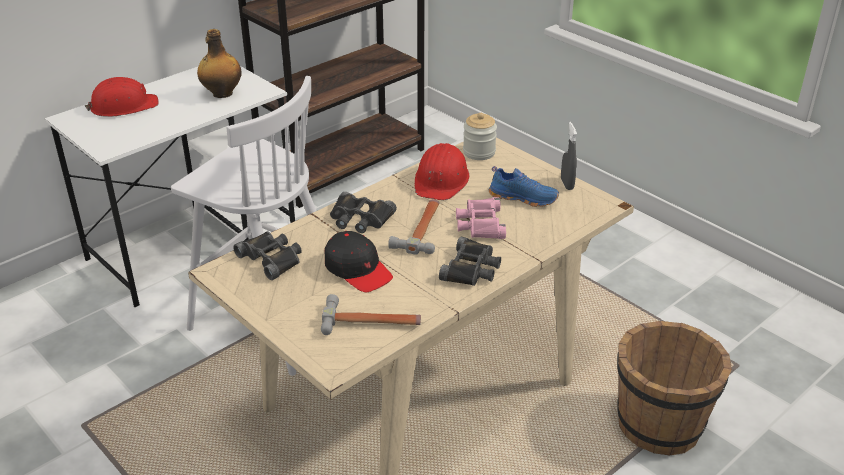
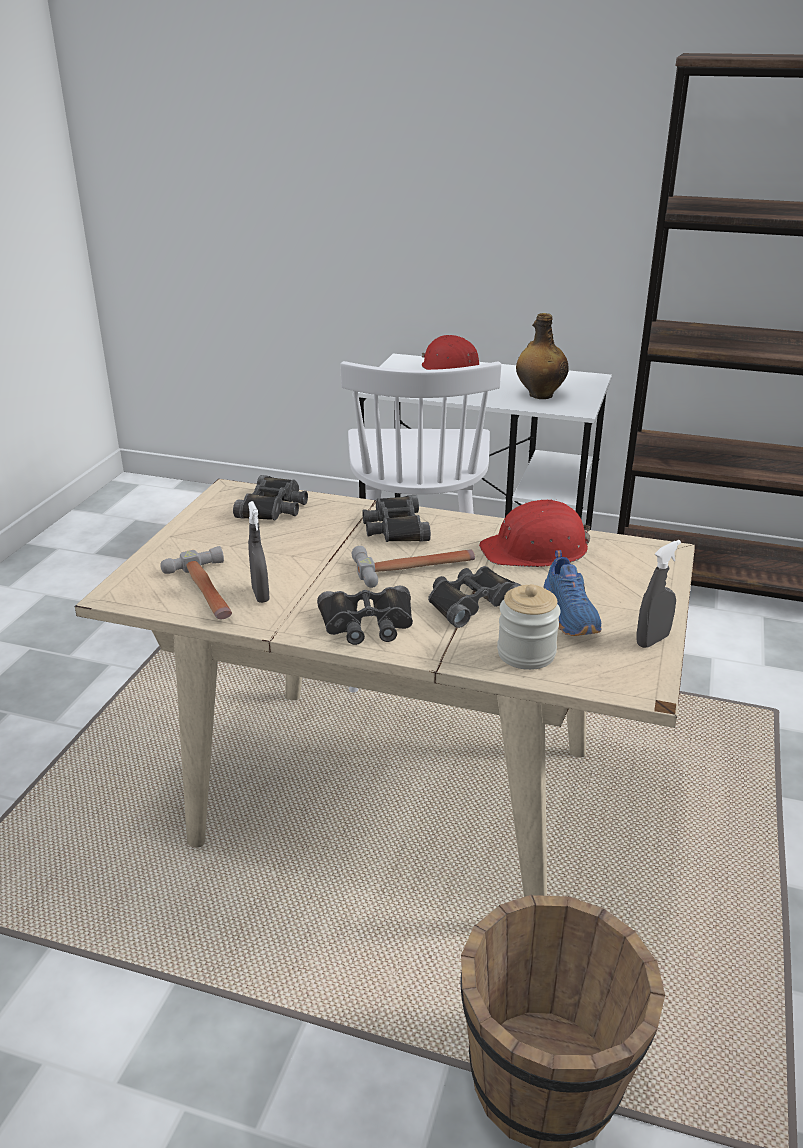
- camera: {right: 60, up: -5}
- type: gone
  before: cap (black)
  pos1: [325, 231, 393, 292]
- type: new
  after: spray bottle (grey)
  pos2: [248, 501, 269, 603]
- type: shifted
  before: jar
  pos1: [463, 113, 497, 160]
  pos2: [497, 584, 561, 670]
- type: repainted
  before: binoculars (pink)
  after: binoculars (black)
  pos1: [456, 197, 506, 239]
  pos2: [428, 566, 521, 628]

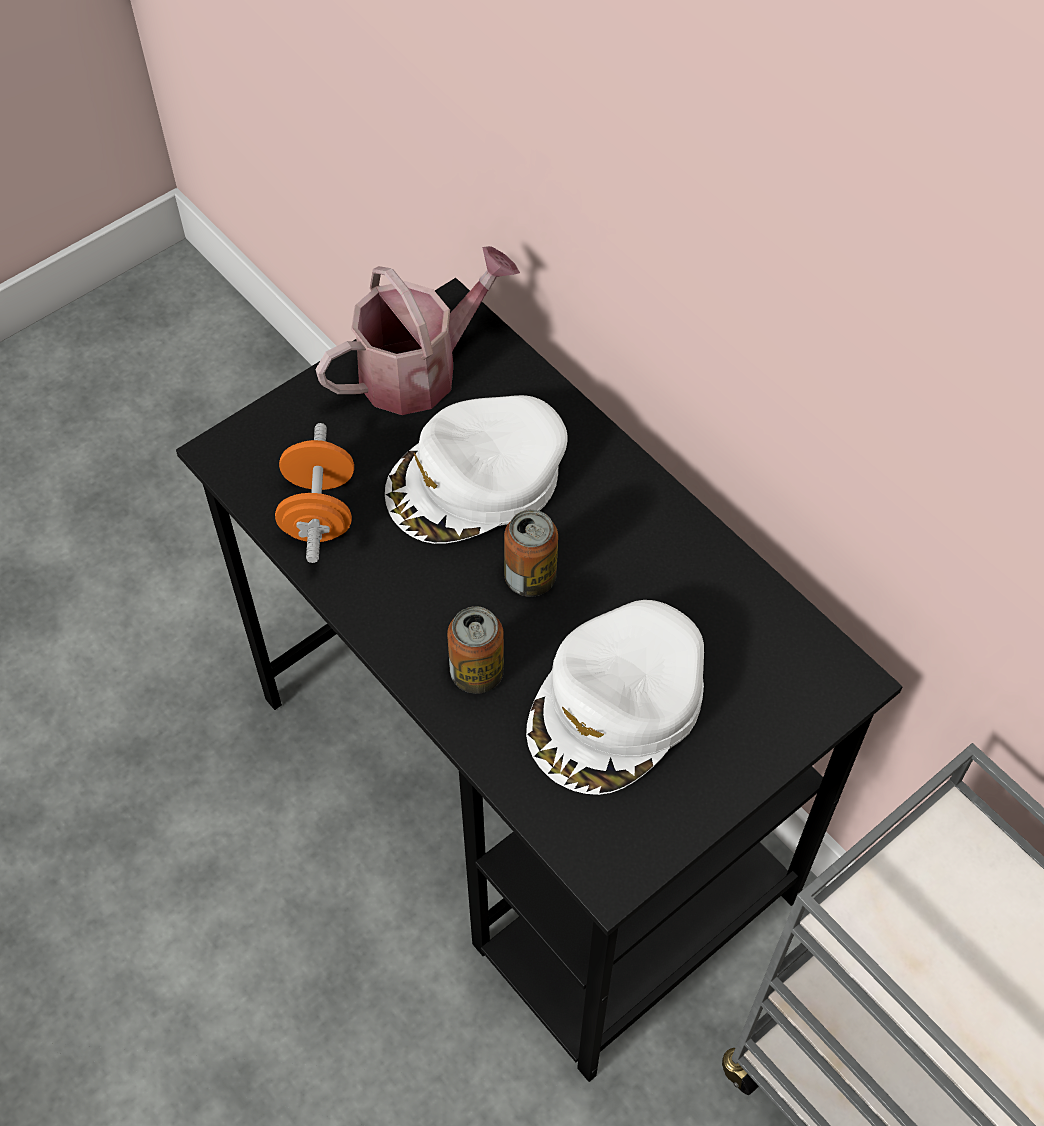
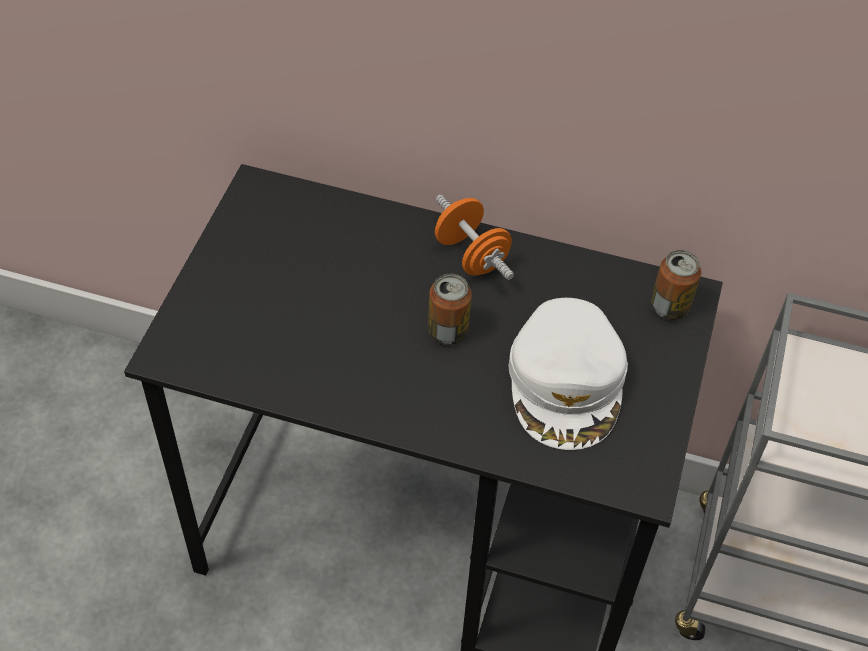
- camera: {right: -35, up: -5}
- type: gone
  before: watering can
  pos1: [315, 246, 520, 415]
- type: gone
  before: cap (white)
  pos1: [385, 395, 567, 544]
- type: shifted
  before: dumbbell (orange)
  pos1: [275, 423, 354, 563]
  pos2: [435, 195, 514, 280]
- type: shifted
  before: can
  pos1: [447, 606, 504, 694]
  pos2: [650, 250, 701, 320]

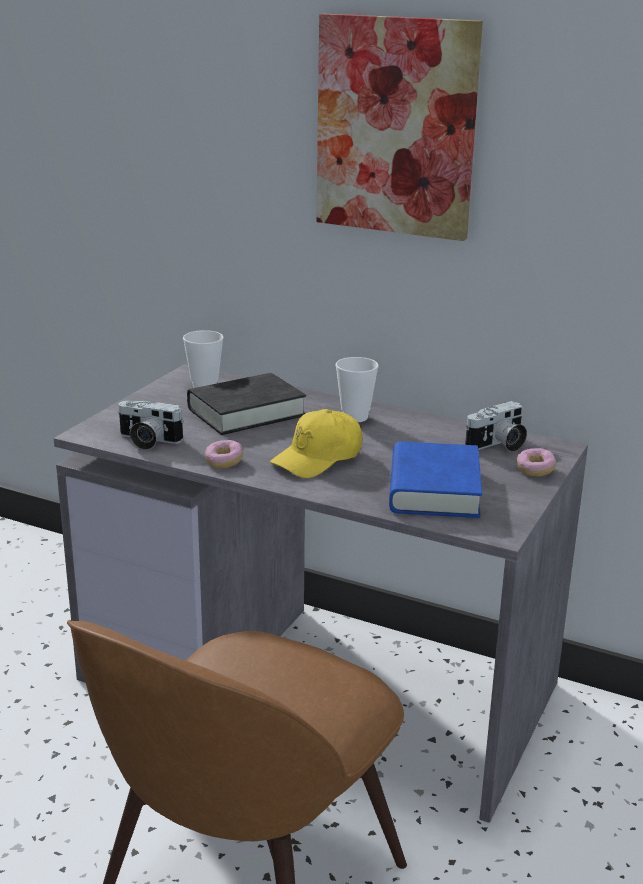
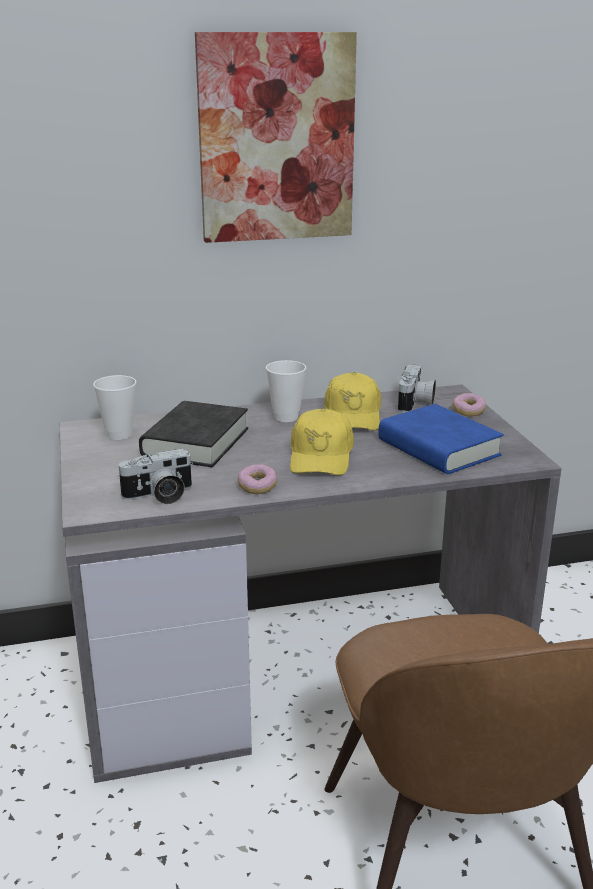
- camera: {right: -40, up: 0}
- type: new
  after: cap (yellow)
  pos2: [324, 372, 381, 430]

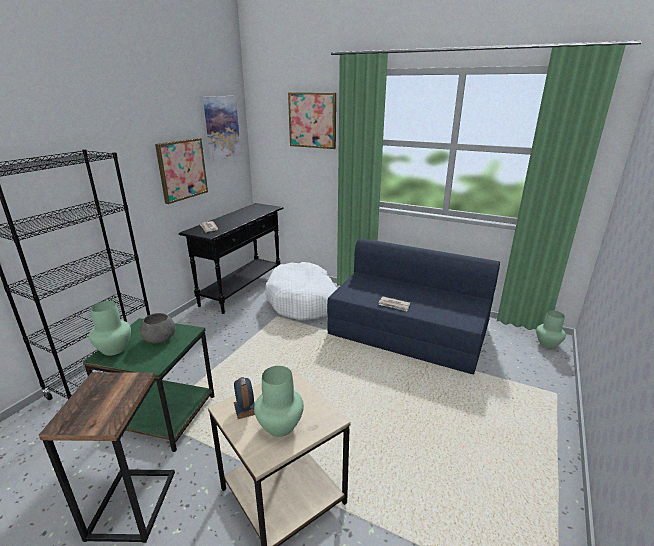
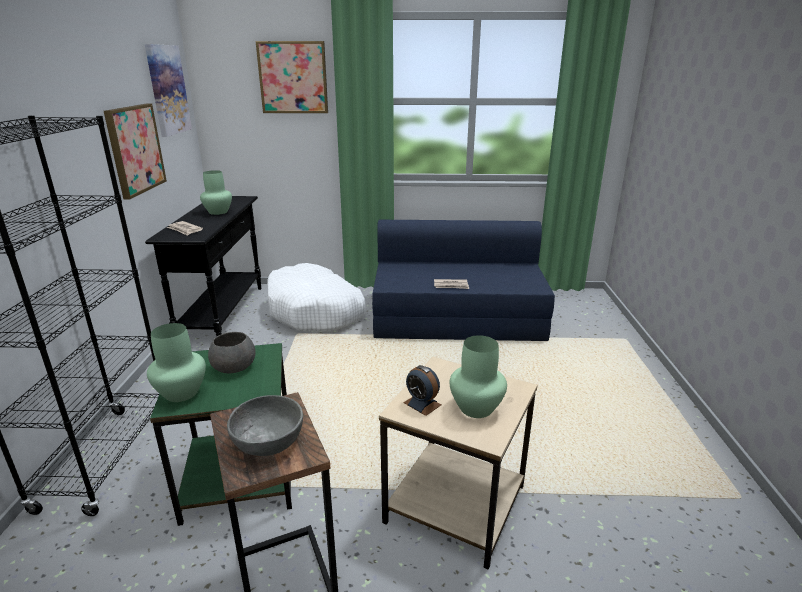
- camera: {right: -25, up: 0}
- type: new
  after: bowl (grey)
  pos2: [227, 395, 303, 456]
- type: shifted
  before: vase (green)
  pos1: [536, 310, 566, 348]
  pos2: [200, 170, 232, 215]

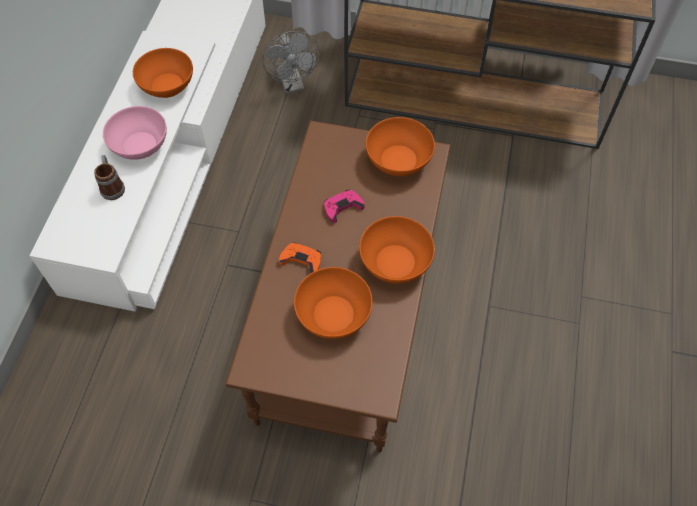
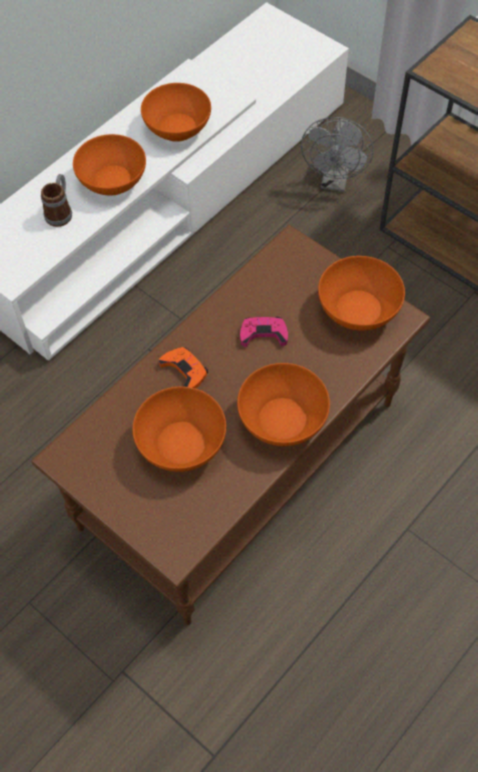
- camera: {right: 30, up: 0}
- type: repainted
  before: bowl (pink)
  after: bowl (orange)
  pos1: [103, 106, 167, 160]
  pos2: [73, 134, 146, 196]

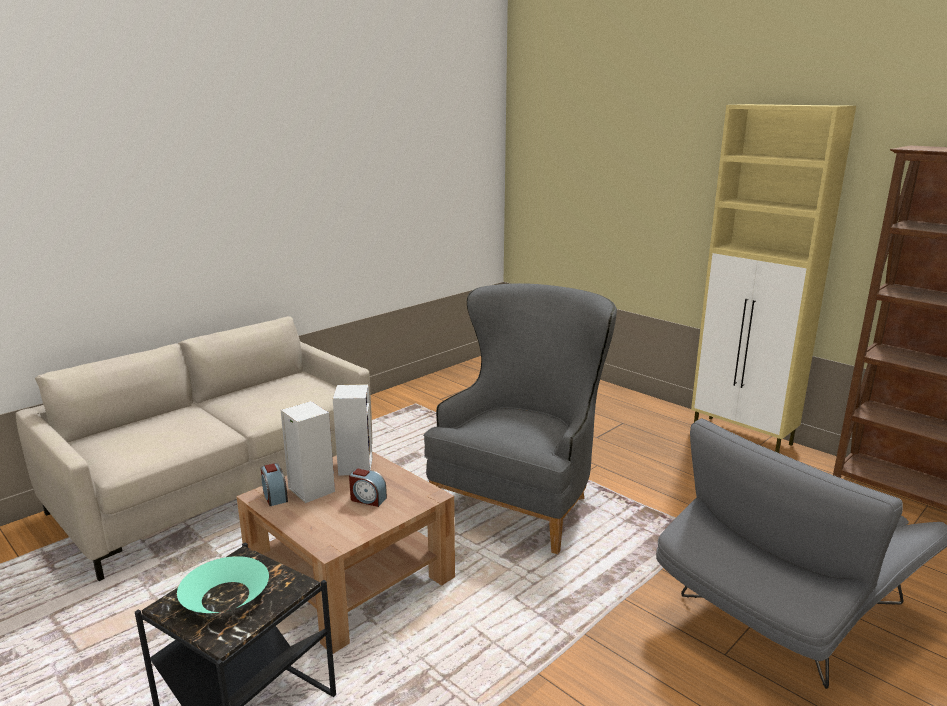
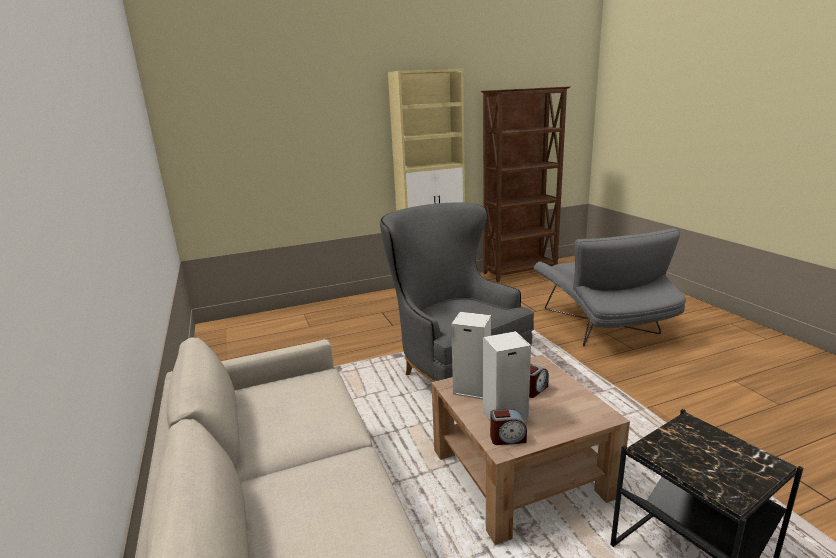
- camera: {right: -65, up: 0}
- type: gone
  before: bowl (turquoise)
  pos1: [177, 556, 269, 613]

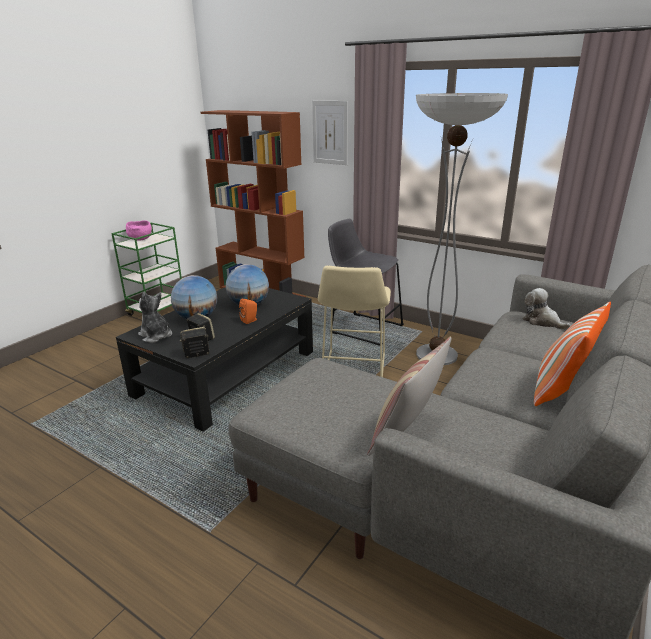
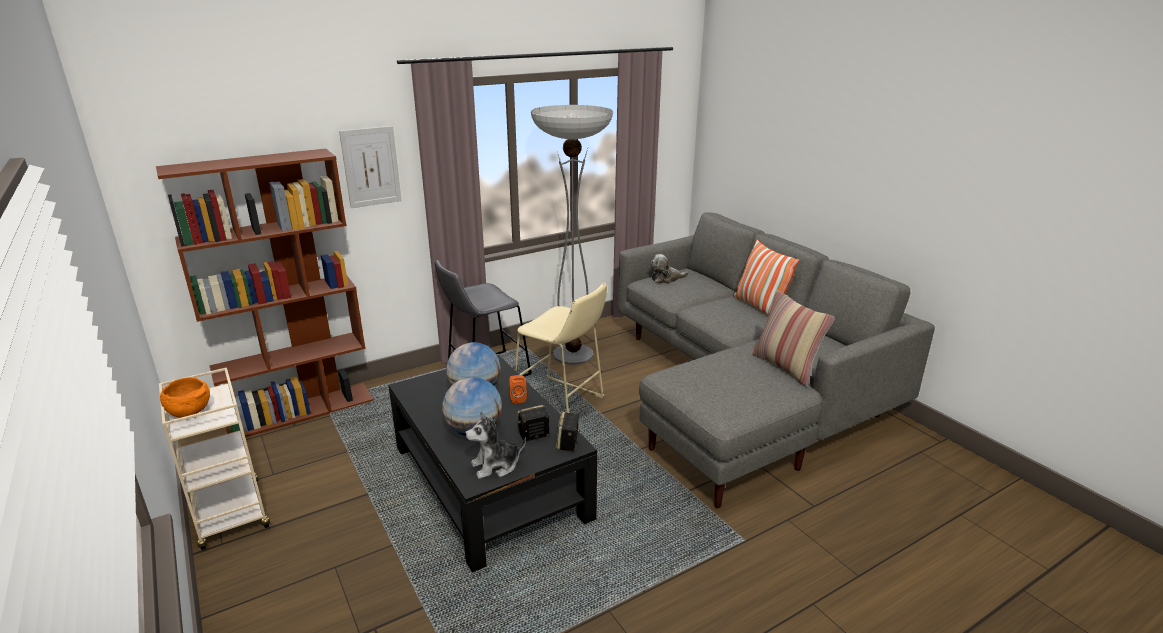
- camera: {right: -65, up: 0}
- type: repainted
  before: cart (green)
  after: cart (beige)
  pos1: [111, 223, 182, 316]
  pos2: [159, 367, 270, 550]
- type: repainted
  before: bowl (pink)
  after: bowl (orange)
  pos1: [126, 220, 152, 241]
  pos2: [160, 377, 210, 418]

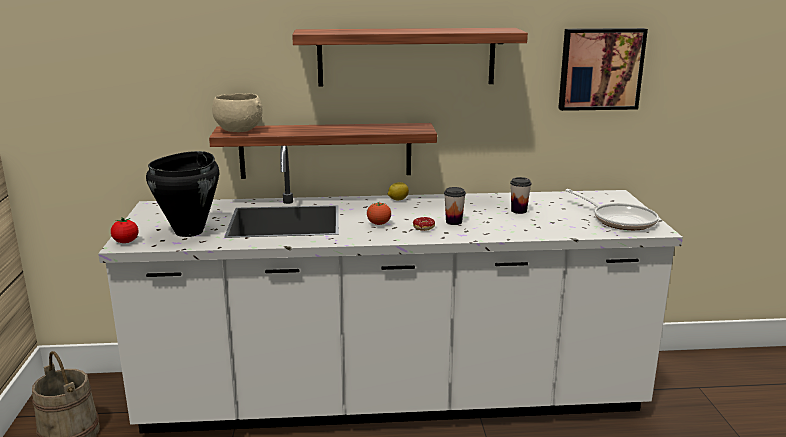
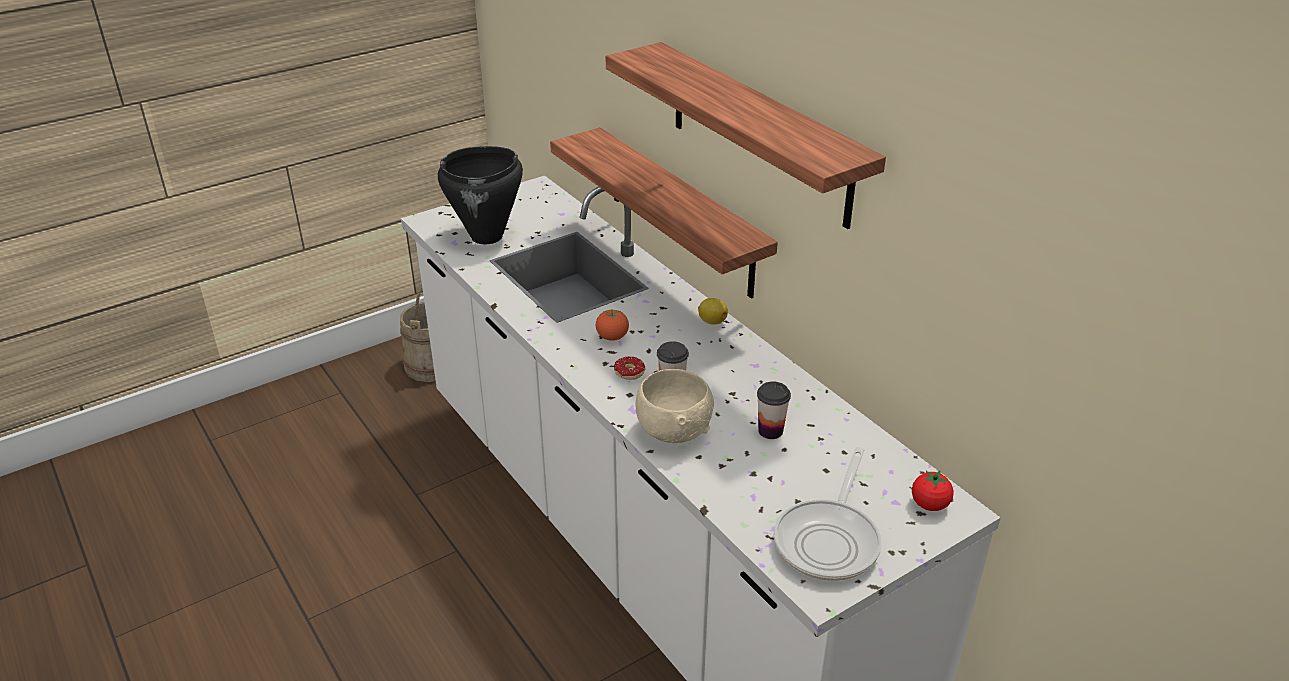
- camera: {right: 60, up: 15}
- type: gone
  before: picture
  pos1: [558, 28, 648, 111]
- type: shifted
  before: tomato
  pos1: [111, 217, 139, 243]
  pos2: [912, 470, 954, 511]
- type: shifted
  before: bowl (beige)
  pos1: [212, 94, 263, 132]
  pos2: [636, 369, 714, 443]

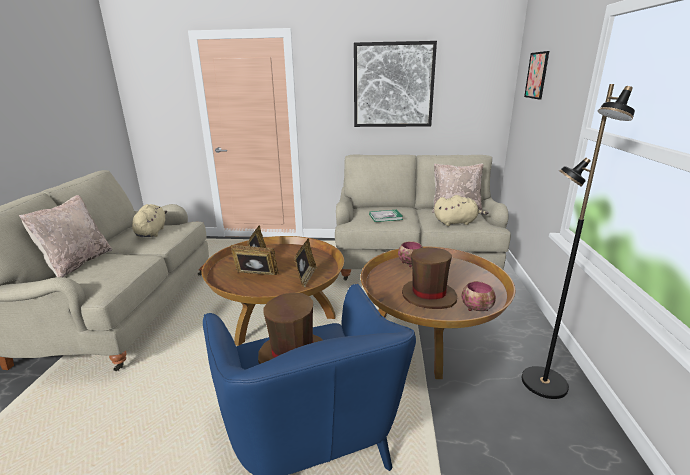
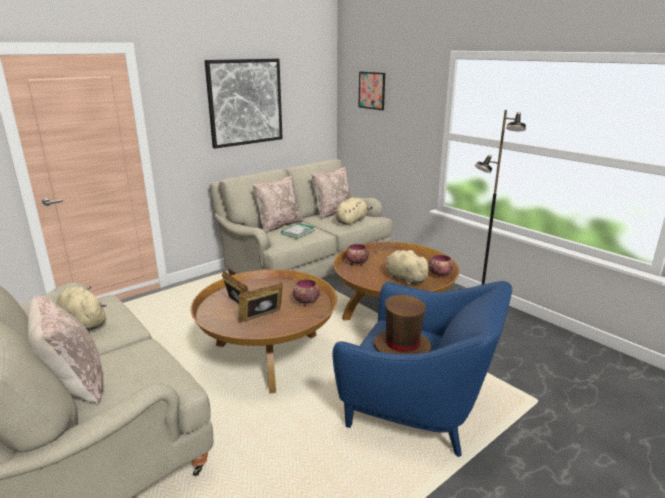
- camera: {right: -45, up: 0}
- type: new
  after: pillow (beige)
  pos2: [253, 176, 303, 233]
- type: swapped
  before: picture frame
  after: bowl
  pos1: [294, 238, 317, 288]
  pos2: [293, 279, 320, 306]
- type: swapped
  before: hat (brown)
  after: plush toy (beige)
  pos1: [402, 247, 457, 309]
  pos2: [386, 250, 432, 285]

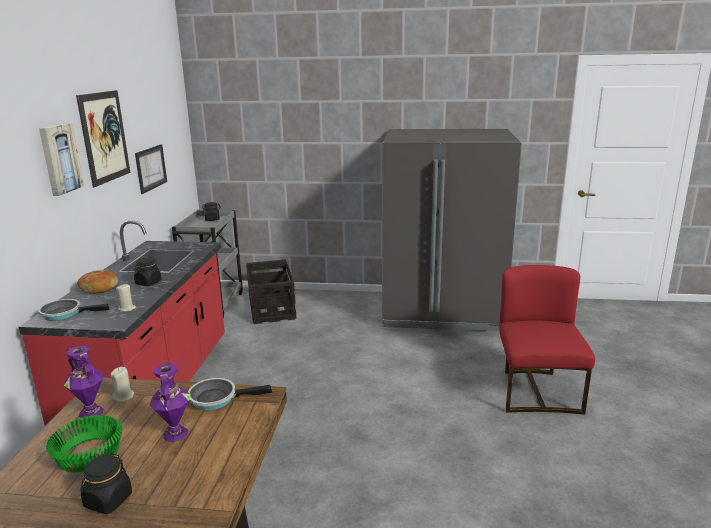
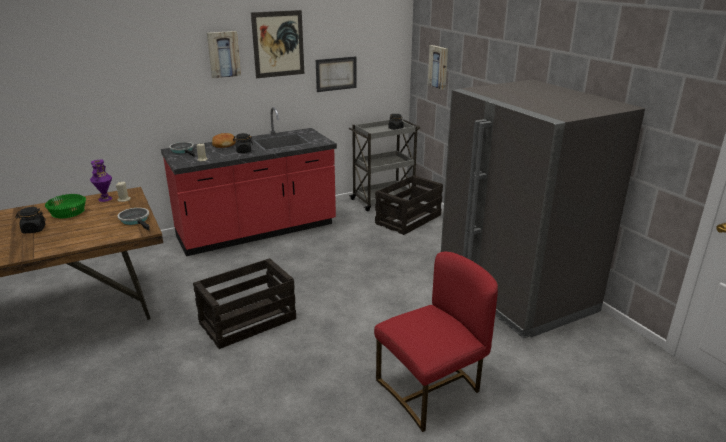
- camera: {right: 55, up: 5}
- type: gone
  before: vase (purple)
  pos1: [150, 362, 190, 442]
- type: new
  after: crate
  pos2: [193, 258, 296, 349]
- type: new
  after: picture
  pos2: [428, 45, 448, 90]

